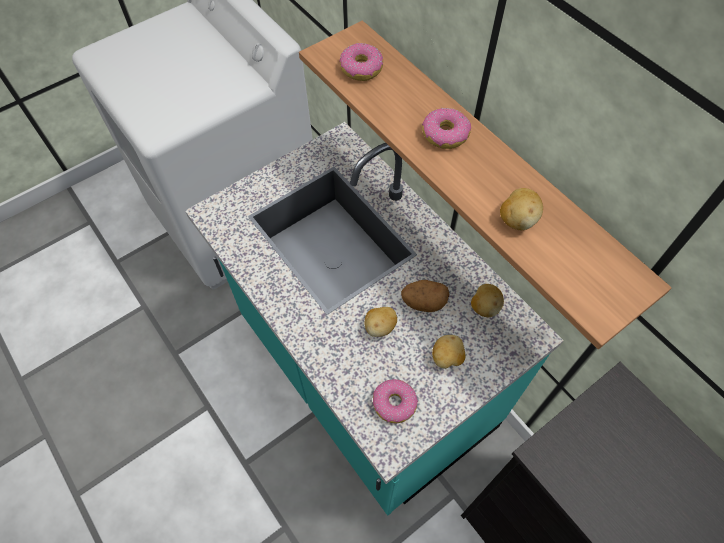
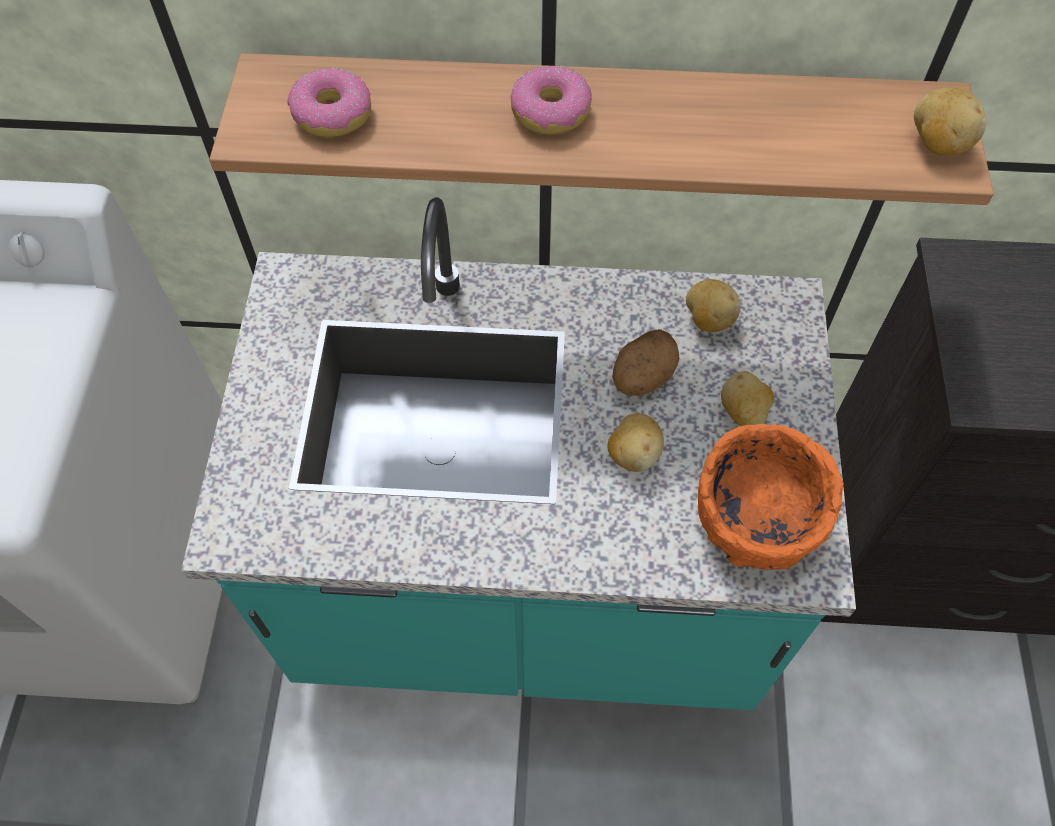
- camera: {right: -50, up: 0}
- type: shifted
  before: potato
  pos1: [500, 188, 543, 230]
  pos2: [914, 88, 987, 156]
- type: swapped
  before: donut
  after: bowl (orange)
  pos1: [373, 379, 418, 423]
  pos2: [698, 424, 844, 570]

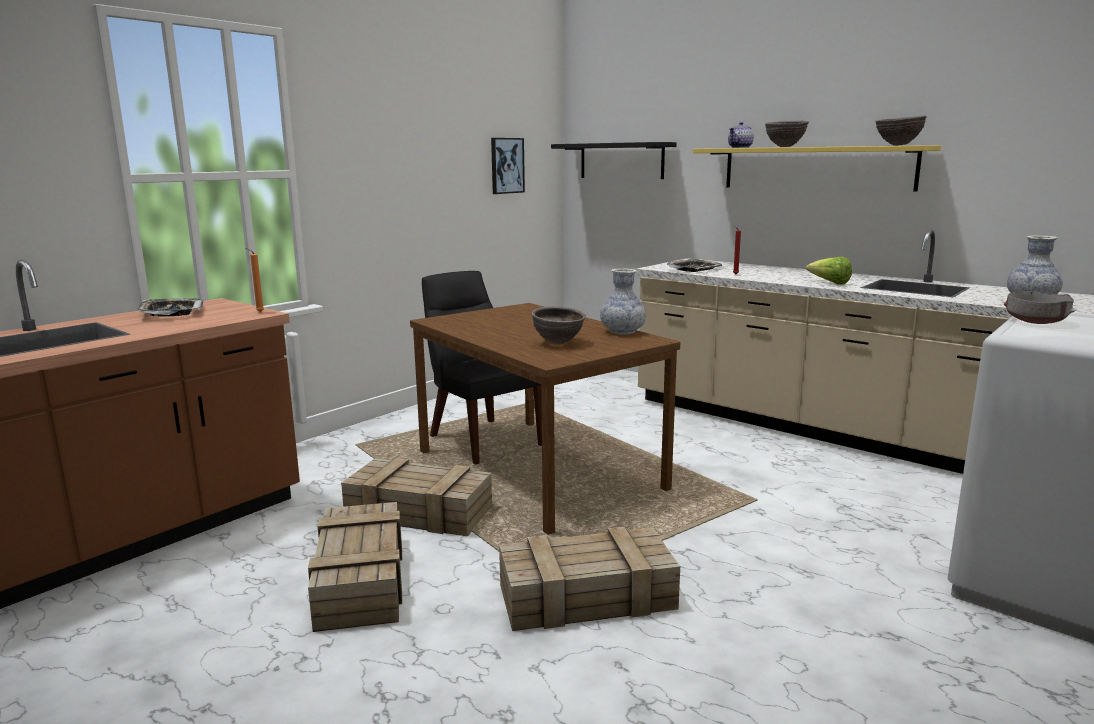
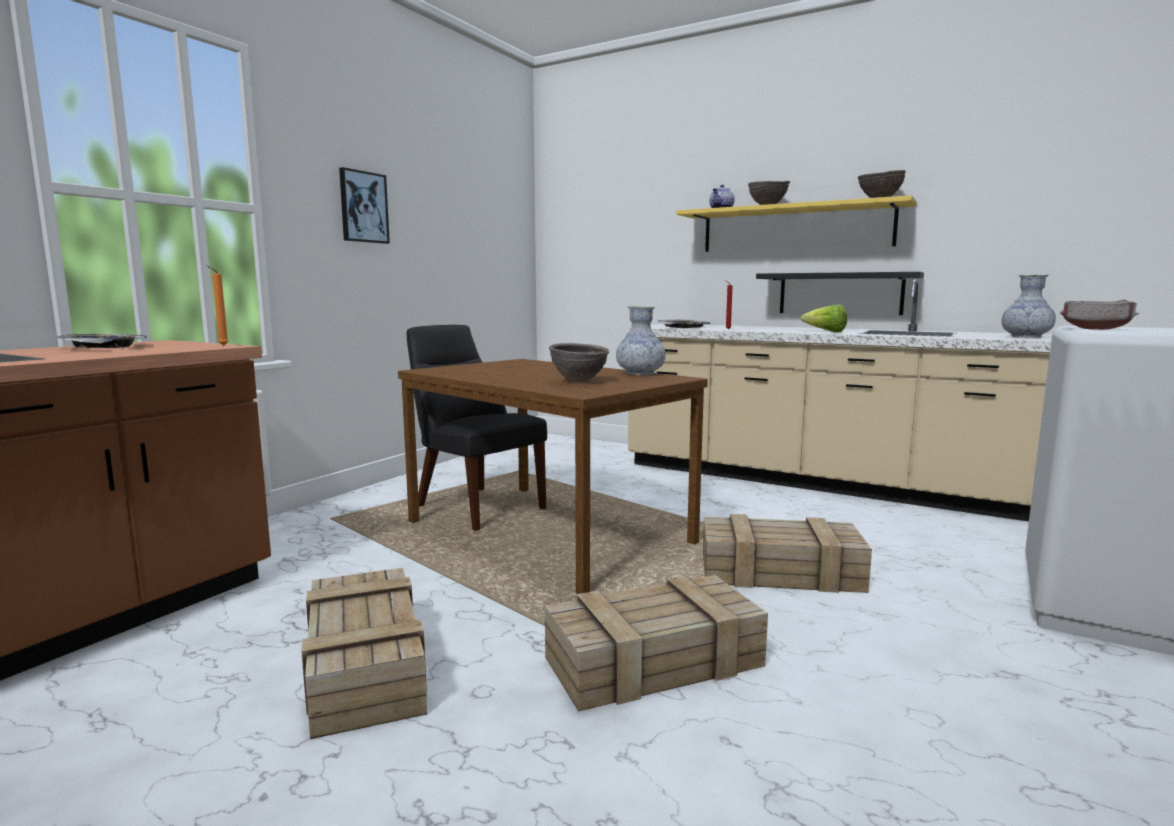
- camera: {right: -10, up: -5}
- type: shifted
  before: crate
  pos1: [341, 458, 492, 536]
  pos2: [703, 514, 872, 593]
- type: shifted
  before: picture
  pos1: [491, 138, 525, 194]
  pos2: [339, 167, 390, 244]
- type: shifted
  before: shelf (black)
  pos1: [551, 142, 676, 179]
  pos2: [756, 272, 924, 315]

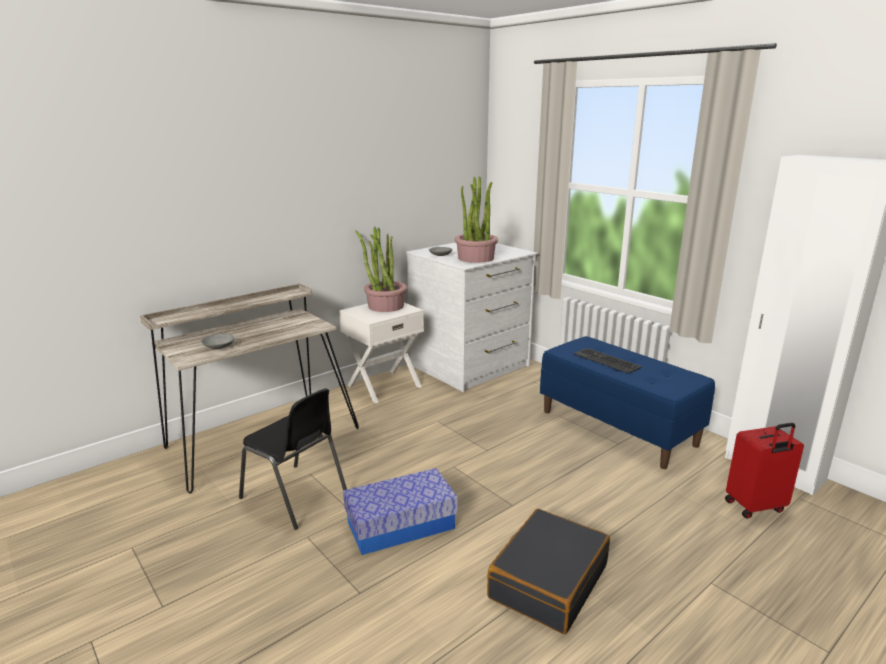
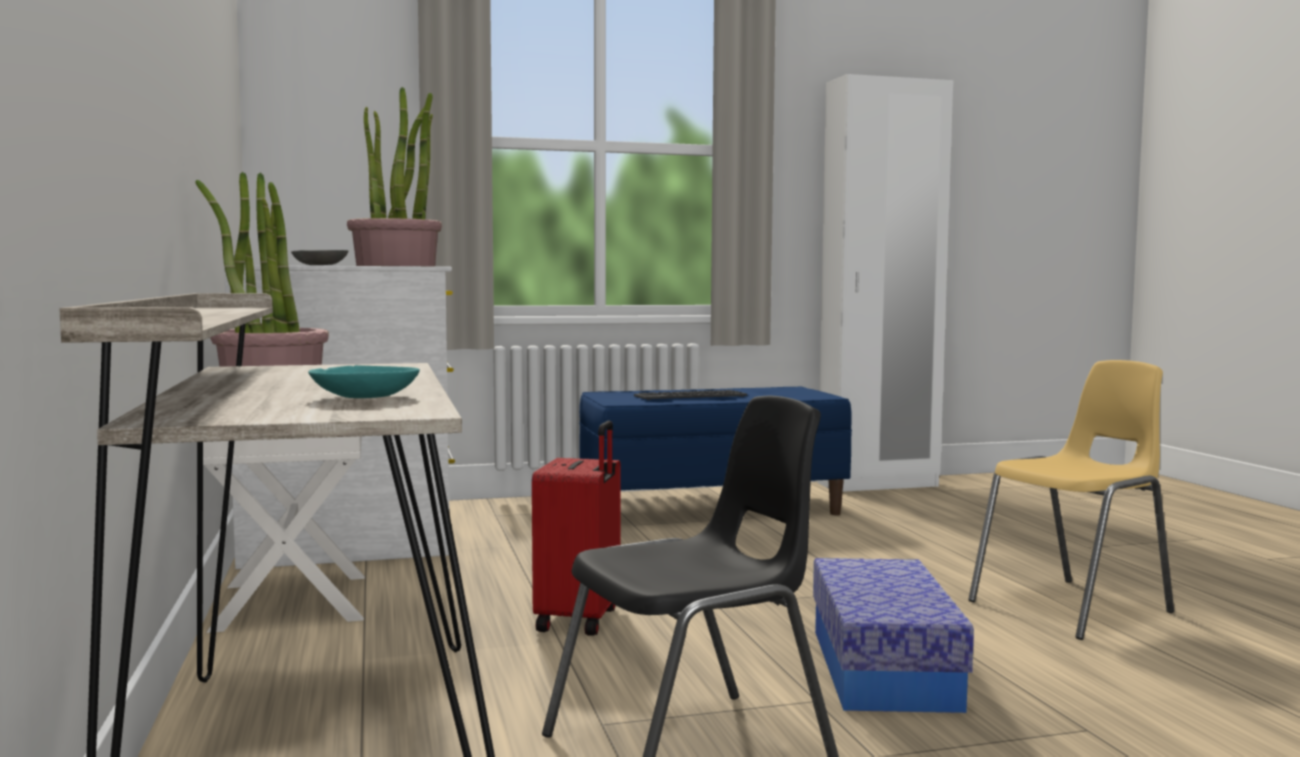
- camera: {right: -65, up: -15}
- type: shifted
  before: suitcase (red)
  pos1: [725, 423, 804, 519]
  pos2: [532, 421, 621, 636]
- type: swapped
  before: suitcase (black)
  after: chair (yellow)
  pos1: [487, 509, 610, 634]
  pos2: [968, 360, 1174, 640]
- type: repainted
  before: bowl (grey)
  after: bowl (turquoise)
  pos1: [201, 334, 235, 349]
  pos2: [308, 365, 420, 398]

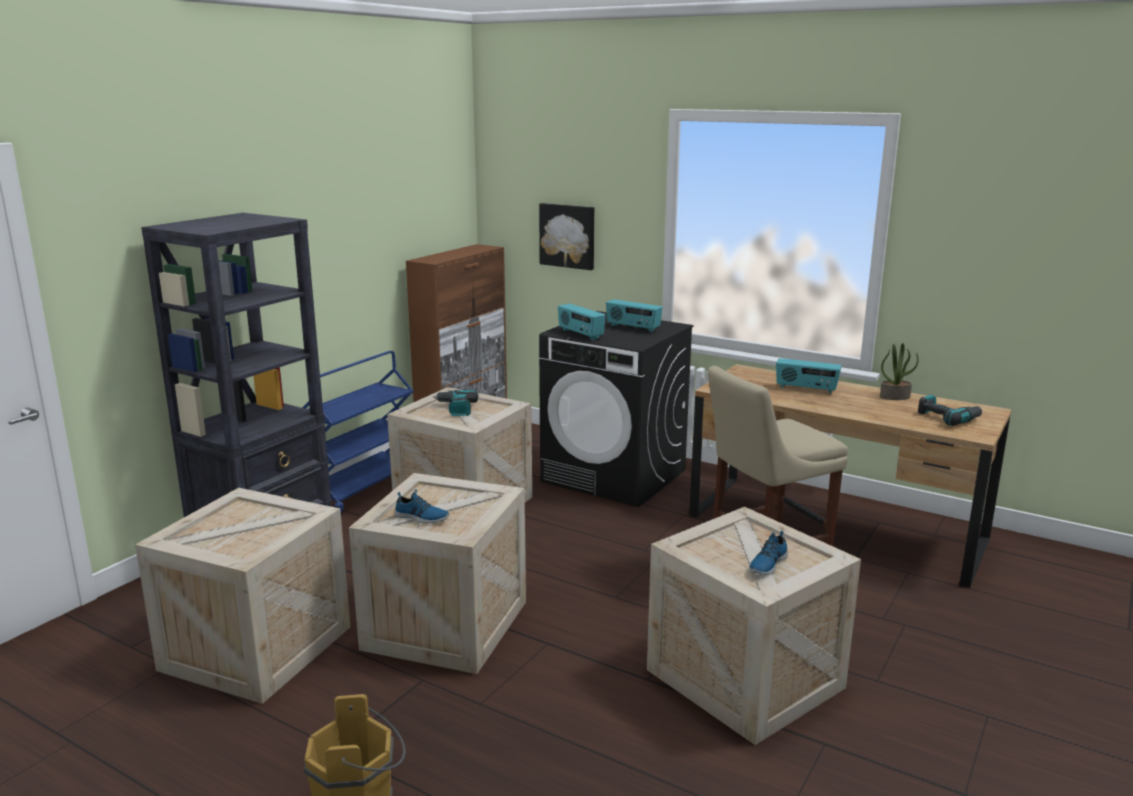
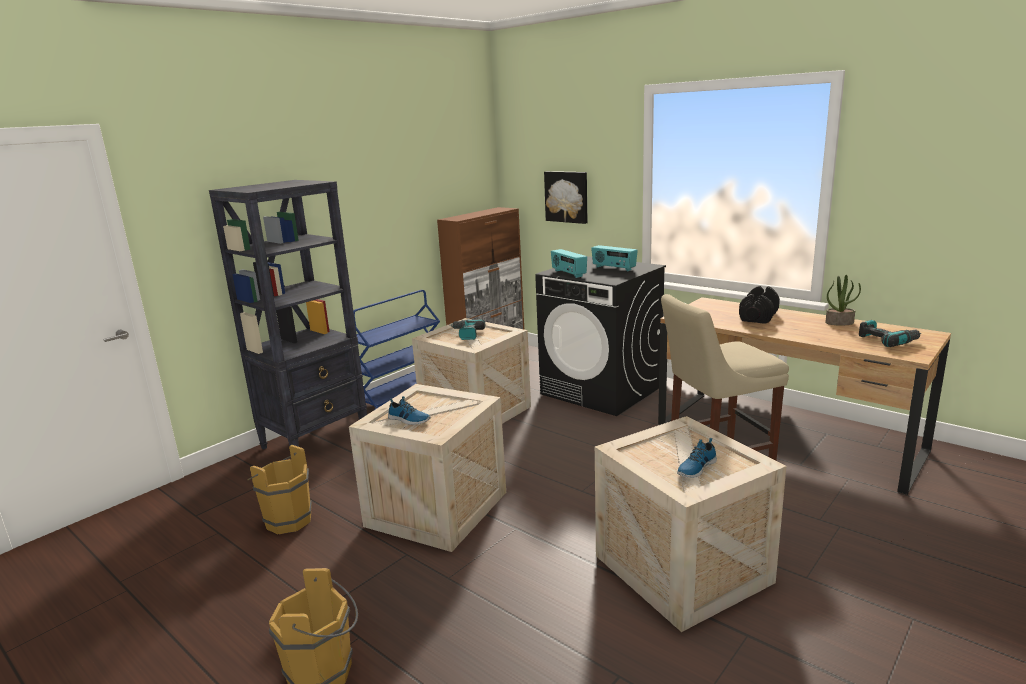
- camera: {right: 10, up: 0}
- type: swapped
  before: crate
  after: bucket (brown)
  pos1: [135, 488, 350, 704]
  pos2: [248, 445, 312, 534]
- type: swapped
  before: radio
  after: dumbbell (black)
  pos1: [776, 358, 841, 394]
  pos2: [739, 286, 780, 324]

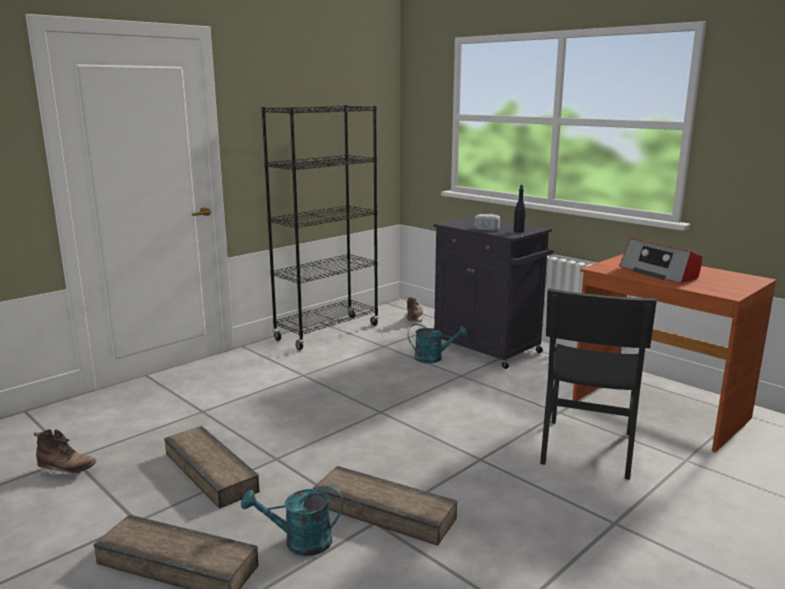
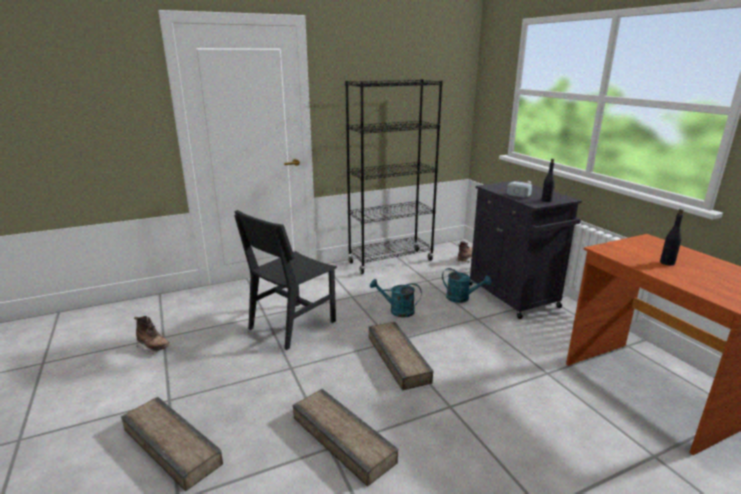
- camera: {right: 20, up: 5}
- type: shifted
  before: crate
  pos1: [164, 426, 259, 509]
  pos2: [368, 322, 434, 391]
- type: shifted
  before: watering can (turquoise)
  pos1: [241, 486, 343, 556]
  pos2: [370, 279, 422, 317]
- type: shifted
  before: chair (black)
  pos1: [540, 288, 657, 480]
  pos2: [234, 210, 337, 350]
- type: swapped
  before: radio
  after: bottle (black)
  pos1: [619, 238, 703, 283]
  pos2: [660, 209, 684, 266]

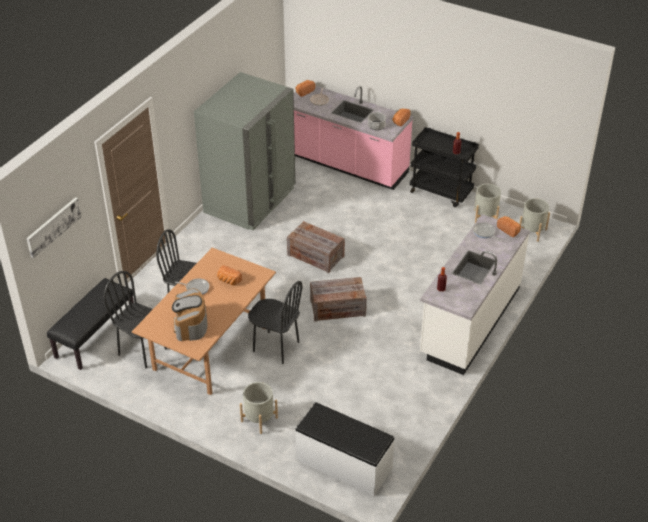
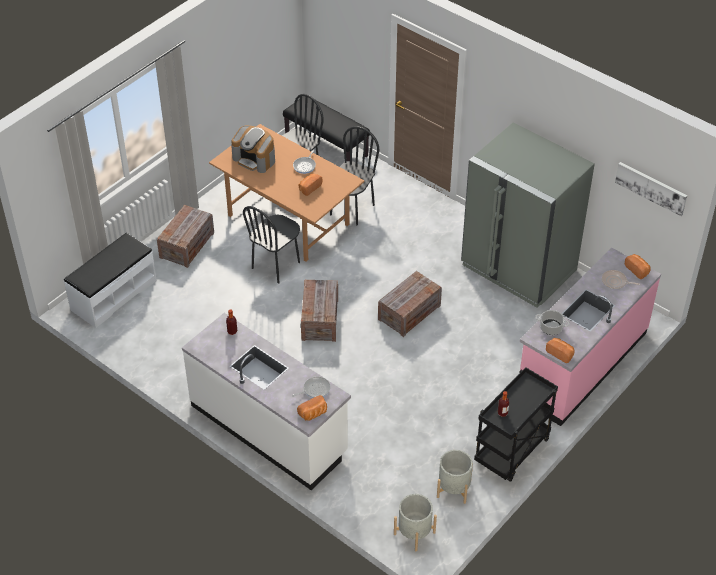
- camera: {right: 100, up: 5}
- type: shifted
  before: picture
  pos1: [26, 197, 82, 258]
  pos2: [615, 162, 687, 216]
- type: swapped
  before: planter (grey)
  after: crate
  pos1: [240, 382, 278, 434]
  pos2: [157, 205, 214, 268]
- type: rotated
  before: coffee machine
  pos1: [172, 288, 207, 341]
  pos2: [231, 126, 275, 173]
  turn: -150

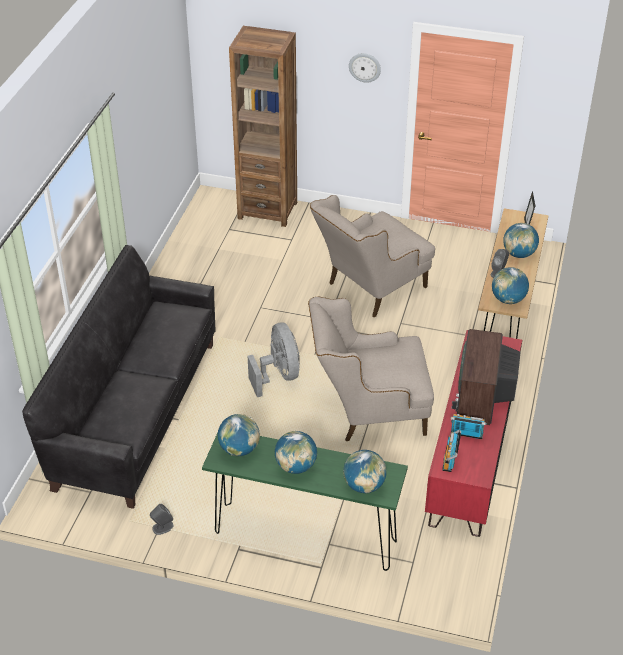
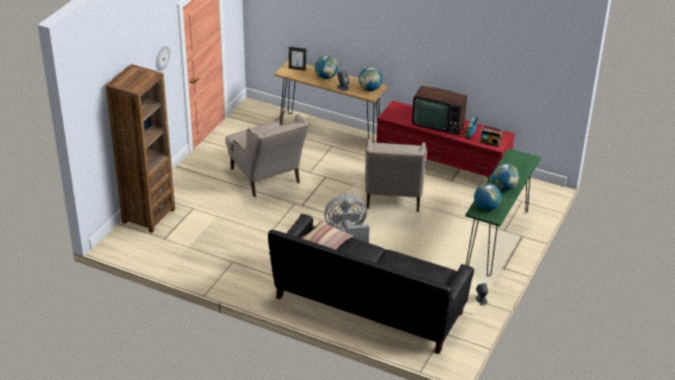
- camera: {right: -80, up: -5}
- type: gone
  before: globe
  pos1: [343, 450, 387, 493]
- type: new
  after: pillow
  pos2: [301, 221, 353, 250]

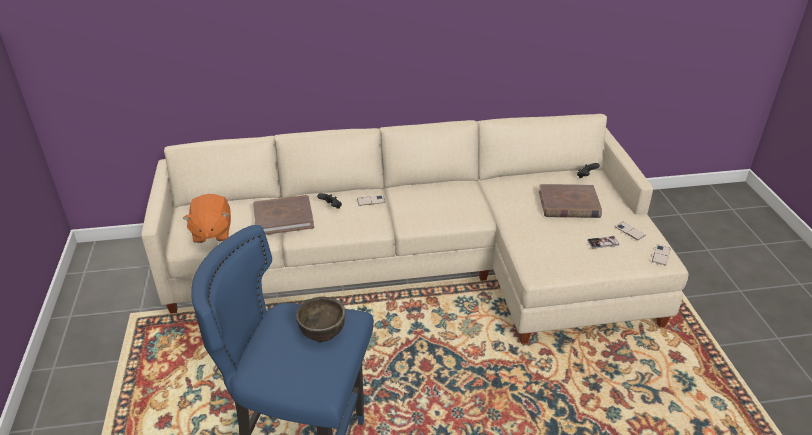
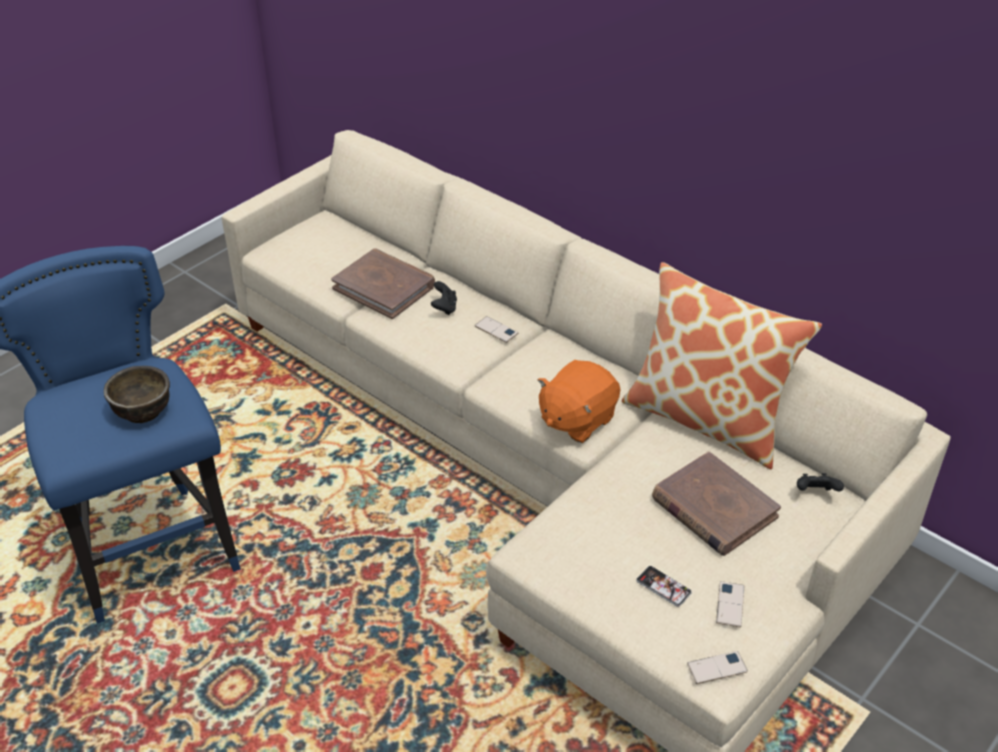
- camera: {right: 50, up: 5}
- type: new
  after: pillow
  pos2: [622, 262, 822, 469]
- type: shifted
  before: plush toy (orange)
  pos1: [183, 194, 231, 243]
  pos2: [538, 360, 621, 443]

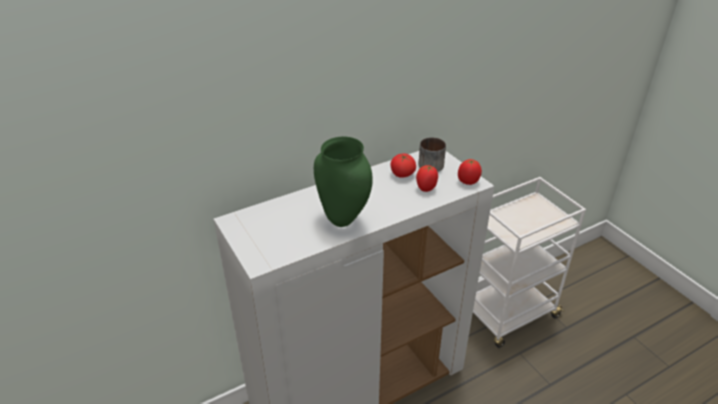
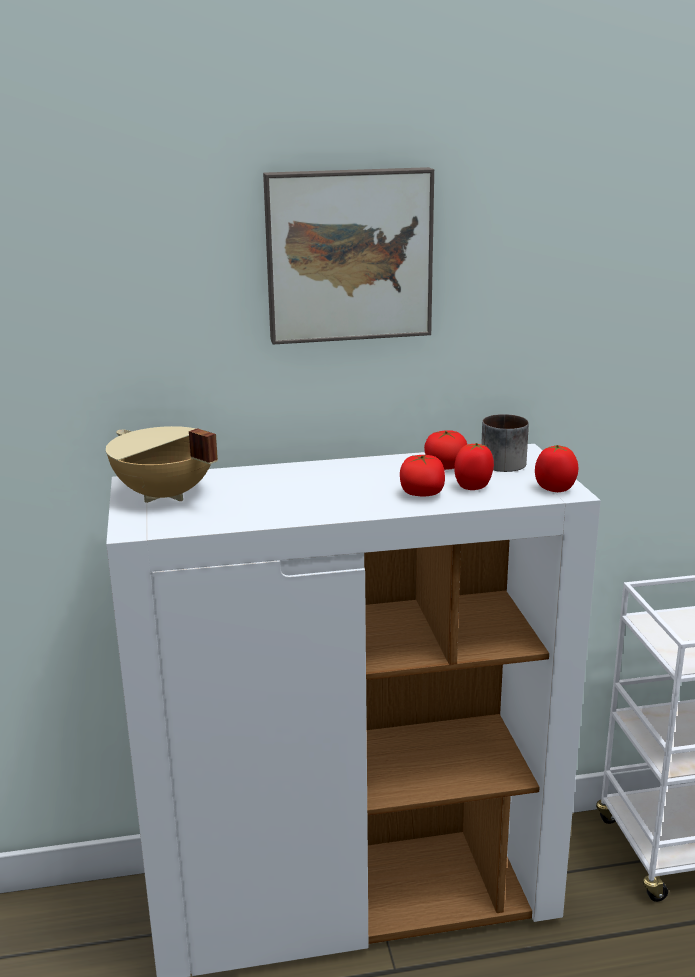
- camera: {right: 20, up: -15}
- type: gone
  before: vase (green)
  pos1: [314, 136, 373, 227]
- type: new
  after: cooking pot (beige)
  pos2: [106, 426, 218, 503]
- type: new
  after: picture
  pos2: [263, 167, 434, 344]
- type: new
  after: tomato
  pos2: [400, 455, 445, 496]

